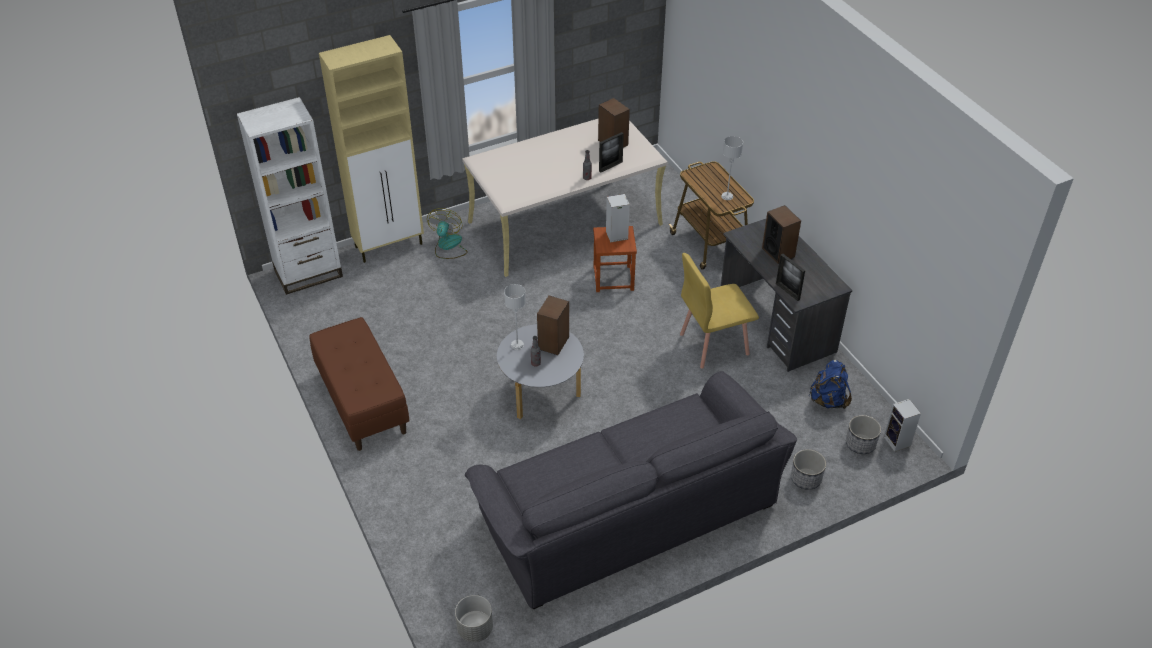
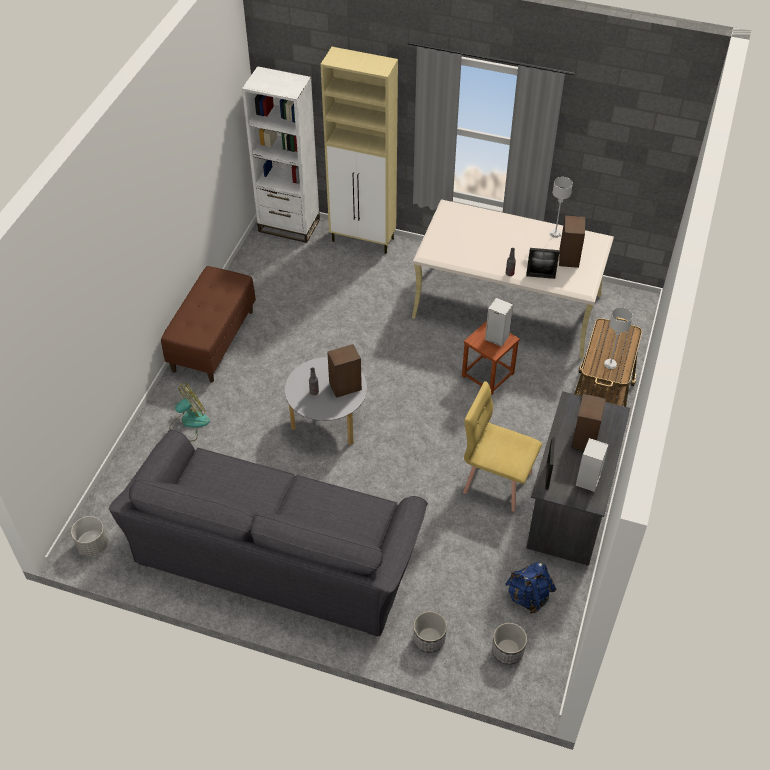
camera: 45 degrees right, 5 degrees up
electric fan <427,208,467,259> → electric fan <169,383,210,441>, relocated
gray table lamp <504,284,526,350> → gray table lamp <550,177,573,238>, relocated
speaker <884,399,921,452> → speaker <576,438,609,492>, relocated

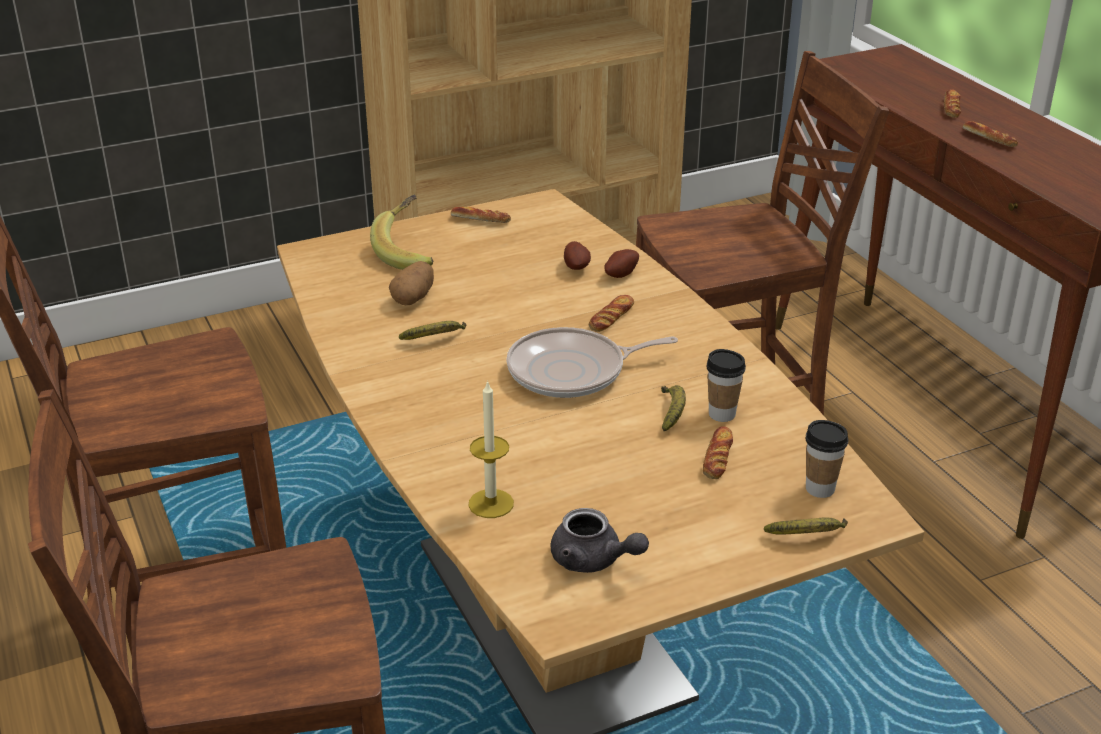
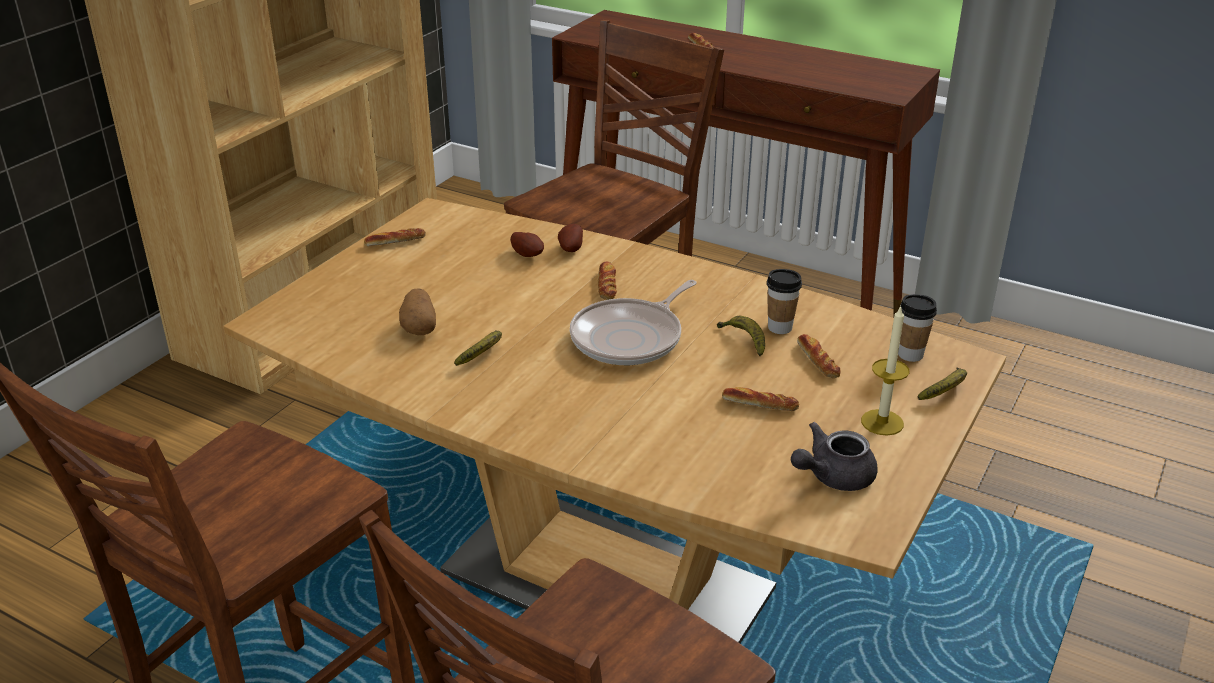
camera: 35 degrees left, 0 degrees up
bread <963,121,1018,147> → bread <722,387,799,411>, relocated
gray teapot <551,508,649,573> → gray teapot <791,422,878,491>, 150 degrees clockwise
wax candle <469,380,514,518> → wax candle <861,305,909,436>, relocated
whole banana <370,195,434,270> → -

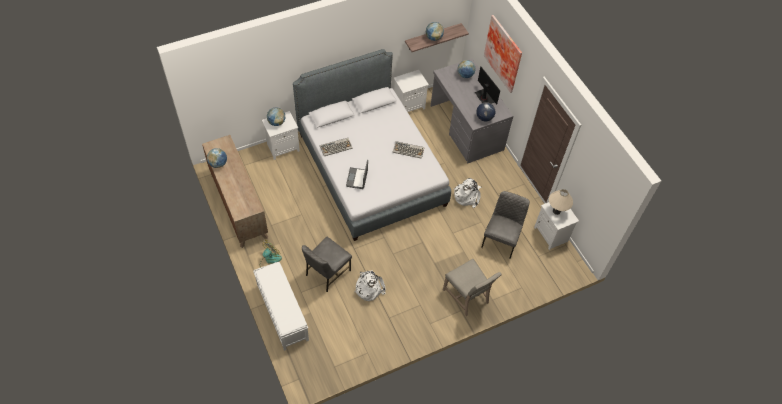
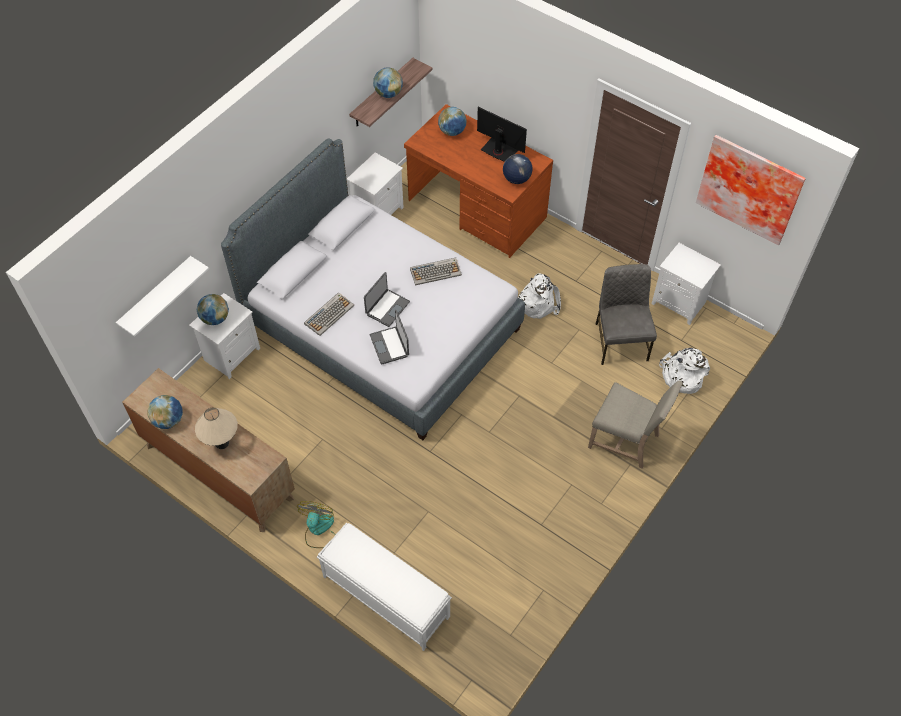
camera: 25 degrees left, 0 degrees up
- → white-coloured wall shelf <116,256,209,337>
sand-coloured table lamp <549,189,573,215> → sand-coloured table lamp <195,408,238,449>, relocated
- → notebook computer <364,272,410,327>
gray desk table <431,58,513,164> → brown desk table <404,104,553,258>
white-coloured backpack <354,270,386,301> → white-coloured backpack <659,348,710,394>, relocated
wall picture <484,15,522,93> → wall picture <696,135,806,245>, relocated
gray chair <302,237,352,292> → -

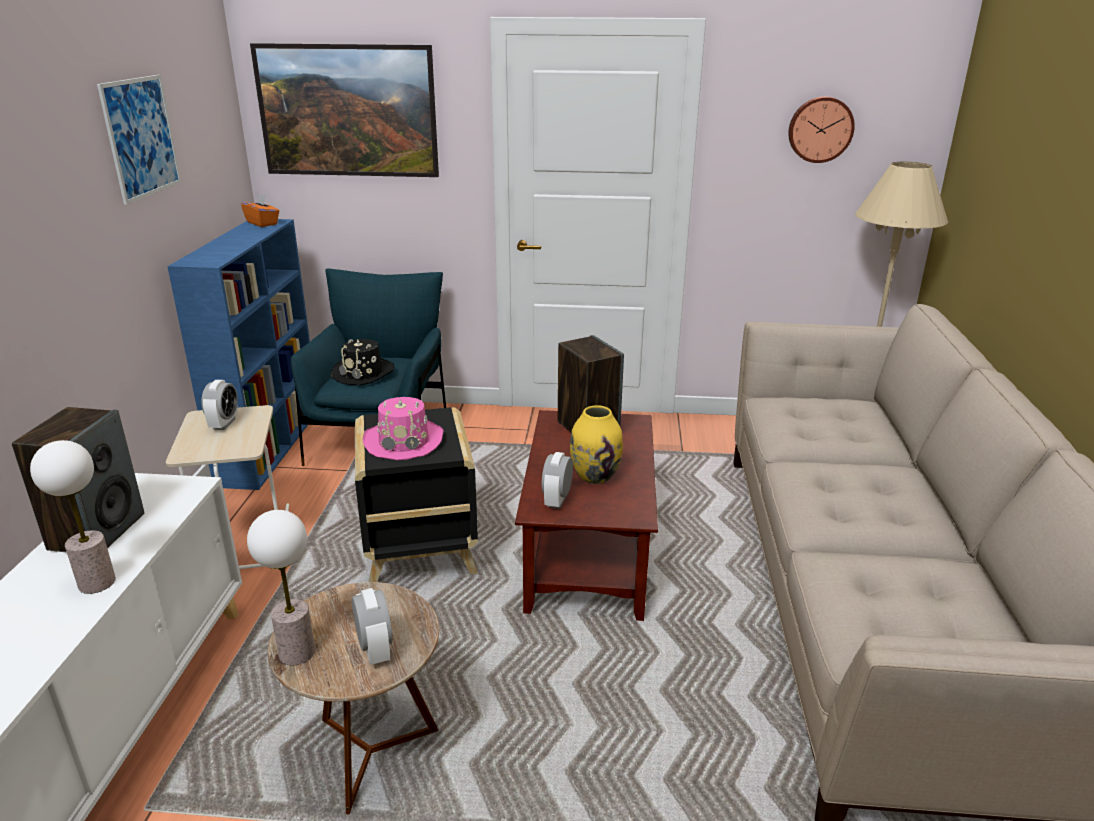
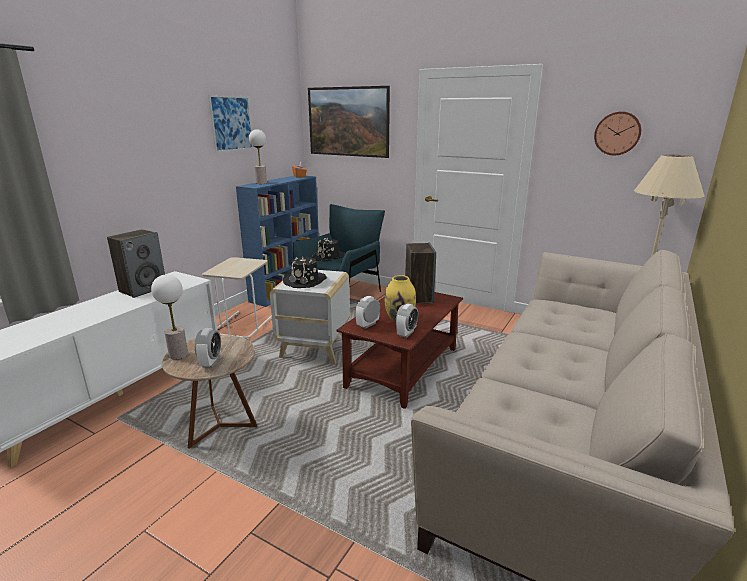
camera: 25 degrees right, 5 degrees down
table lamp <30,440,116,594> → table lamp <249,129,267,184>, relocated
black-coloured side table <355,407,478,582> → white-coloured side table <270,270,350,364>
pink wearable hat <363,397,444,460> → black-coloured wearable hat <283,257,327,288>
bedside clock <201,380,238,430> → bedside clock <396,303,418,338>, relocated

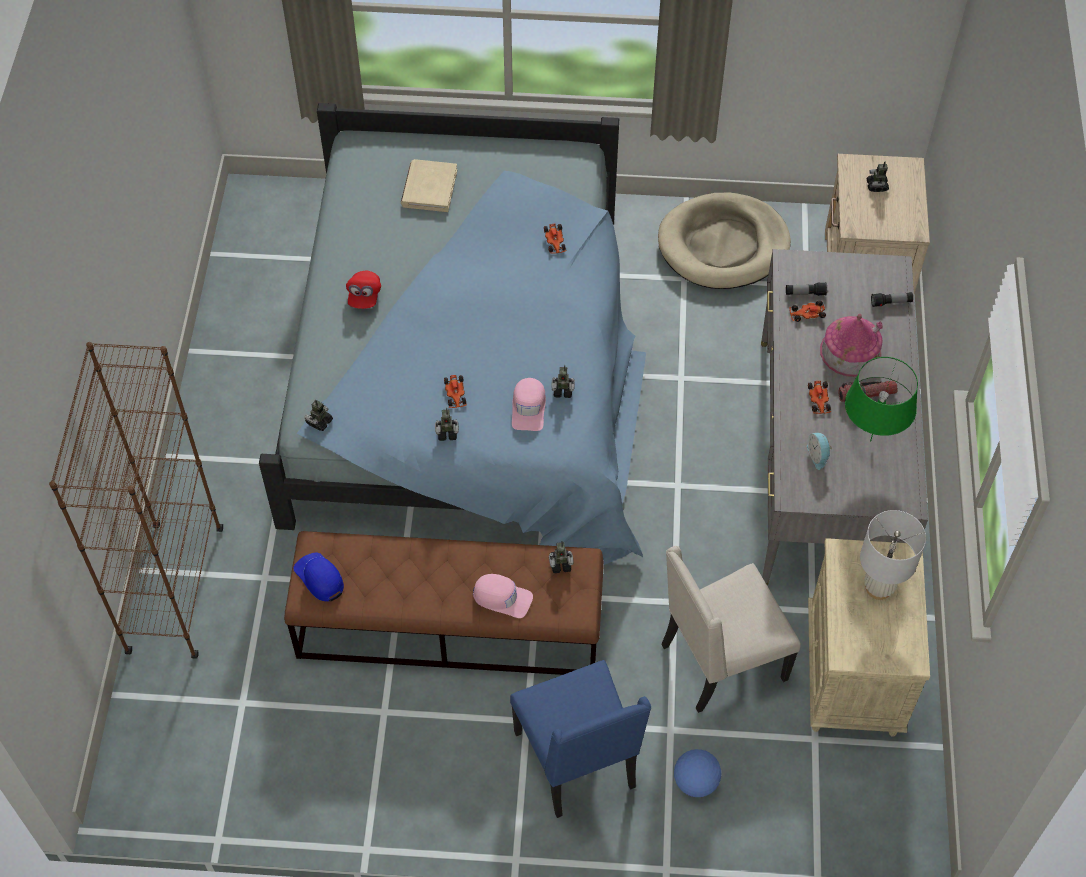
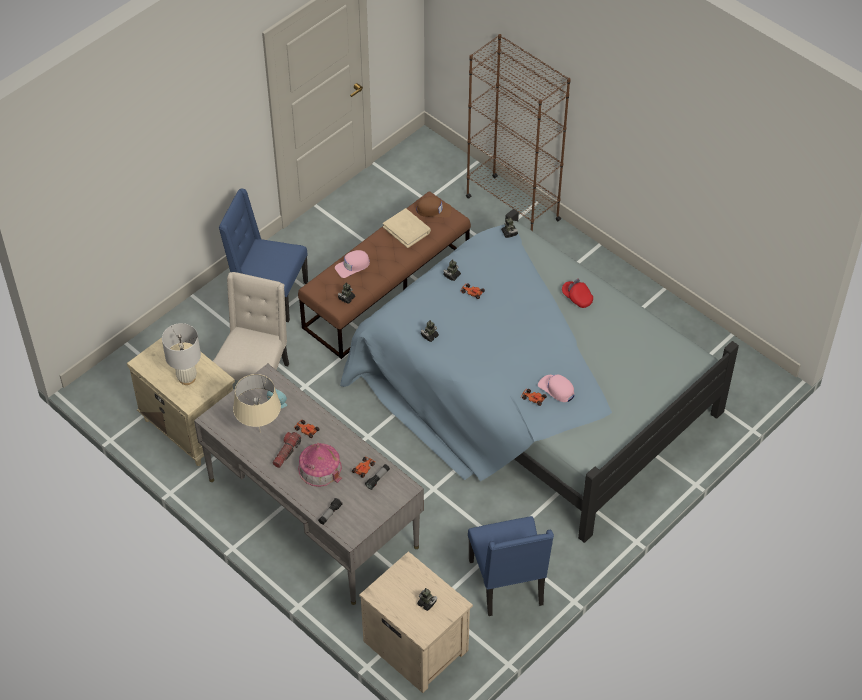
camera: 130 degrees right, 5 degrees down
green-coloured table lamp <845,357,918,442> → sand-coloured table lamp <233,374,281,433>
sand-coloured bound book <401,159,457,212> → sand-coloured bound book <383,208,431,248>, relocated
blue-coloured cap <293,553,344,601> → brown cap <416,196,452,218>
sand-coloured dog bed <658,192,791,289> → blue-coloured chair <468,516,554,616>
pink cap <512,378,546,431> → pink cap <538,375,574,402>, relocated
football ball <674,749,721,797> → -

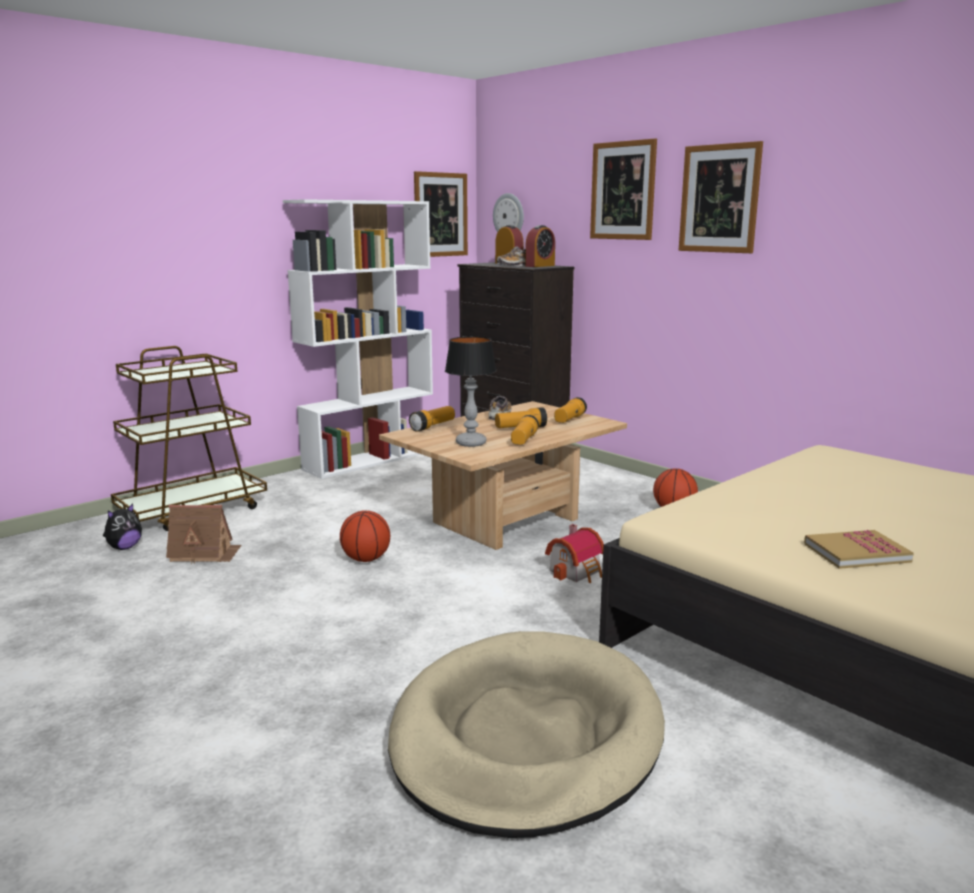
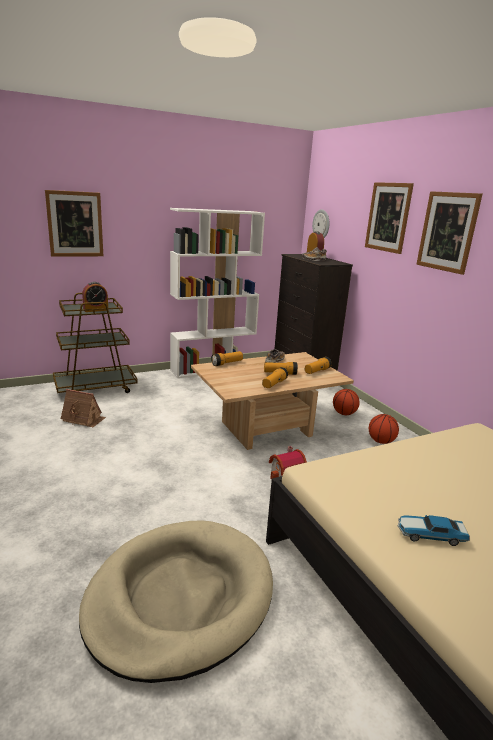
camera: 15 degrees right, 5 degrees up
wall picture <414,171,468,257> → wall picture <45,190,103,257>, relocated
bedside clock <525,225,555,267> → bedside clock <82,282,108,312>, relocated
basketball ball <340,510,390,562> → basketball ball <333,389,360,415>, relocated
bound book <804,530,914,569> → miniature car <398,515,470,546>
plush toy <103,503,142,550> → -
table lamp <445,337,496,447> → -

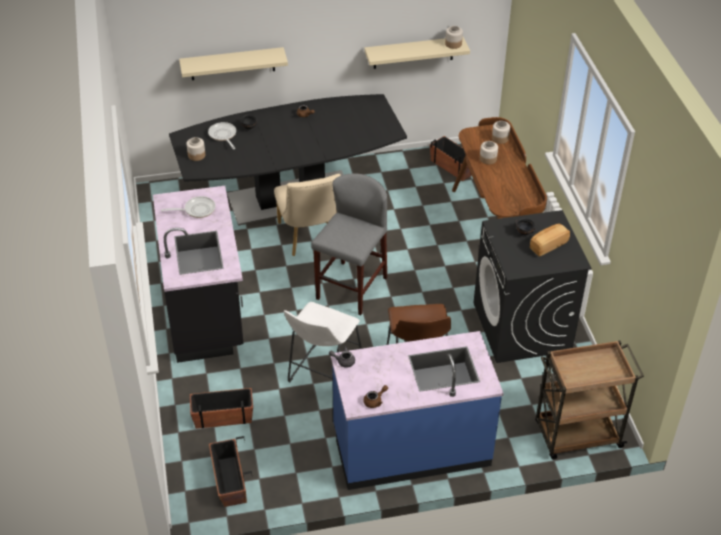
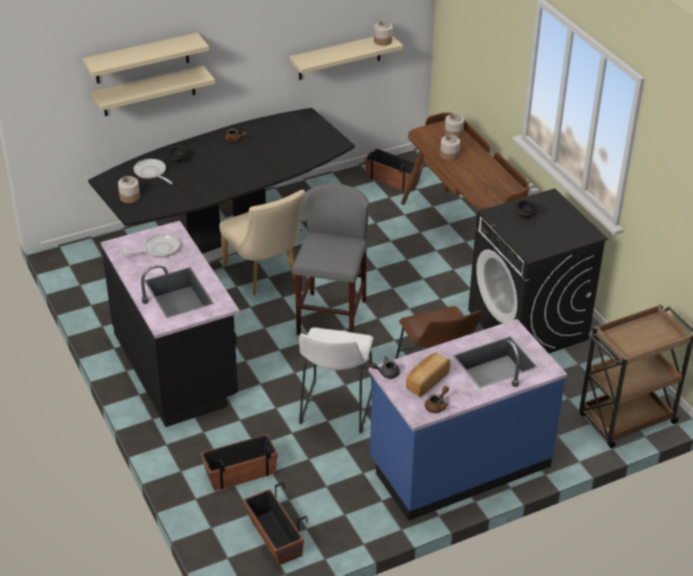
camera: 15 degrees left, 5 degrees down
- → sand-coloured wall shelf <82,33,209,84>
bread <530,224,570,257> → bread <406,353,450,397>, relocated

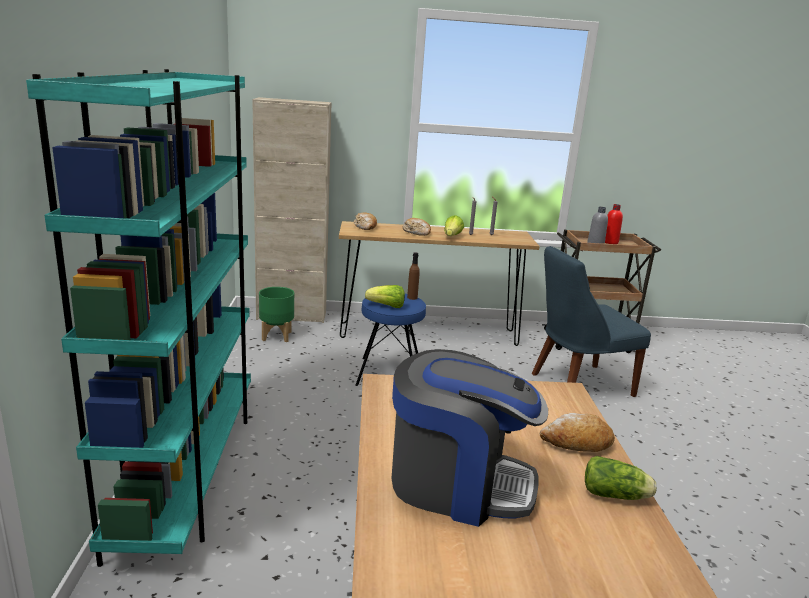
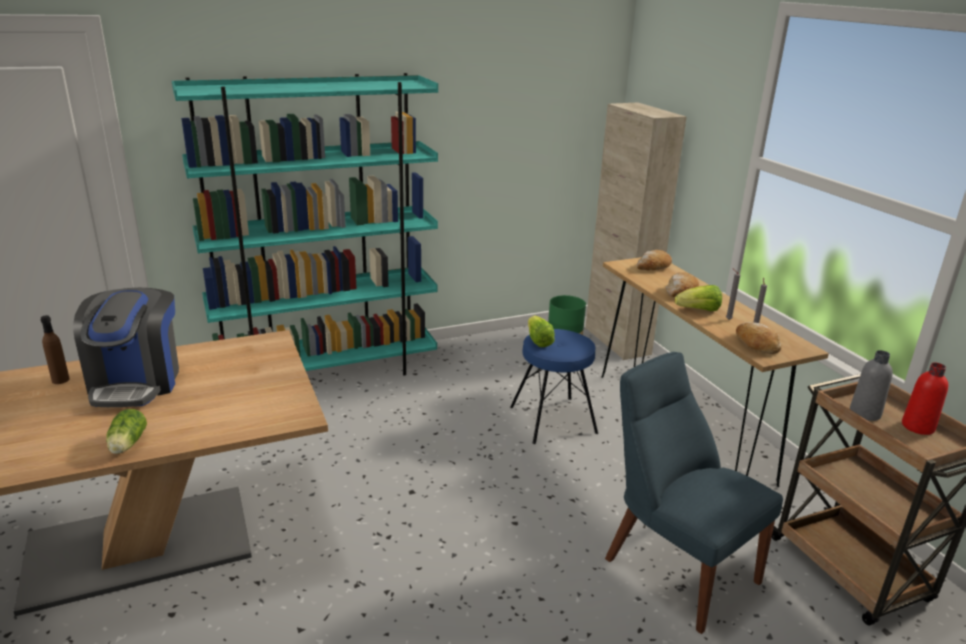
camera: 70 degrees right, 5 degrees up
brown drink bottle <407,252,420,300> → brown drink bottle <41,315,70,384>, relocated
bread <540,413,615,452> → bread <736,322,782,354>, relocated

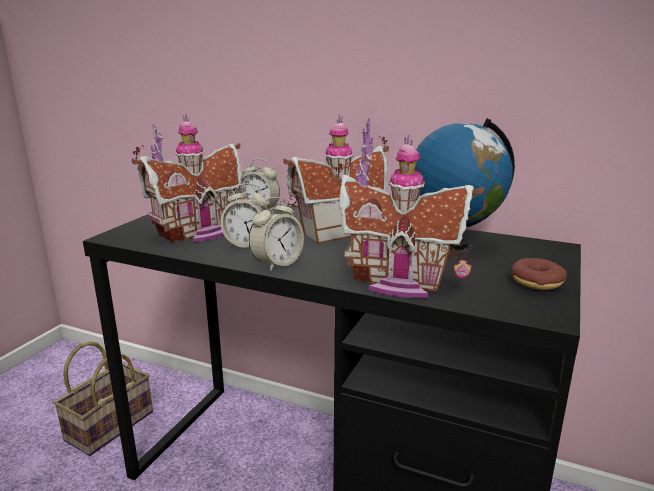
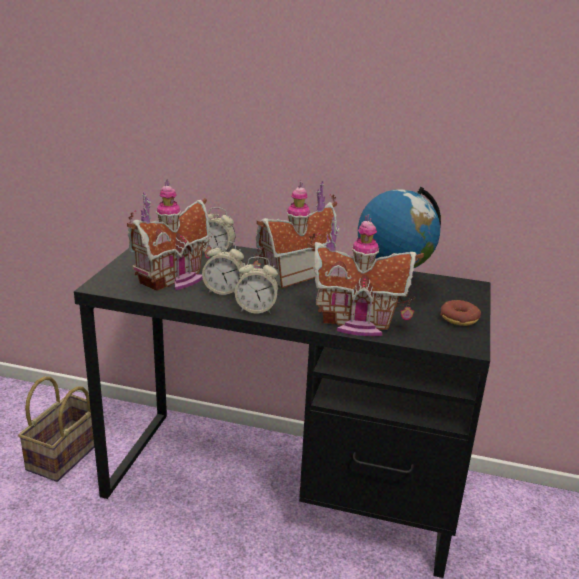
camera: 10 degrees left, 5 degrees up
bedside clock <248,197,304,272> → bedside clock <235,257,278,314>, 60 degrees clockwise

